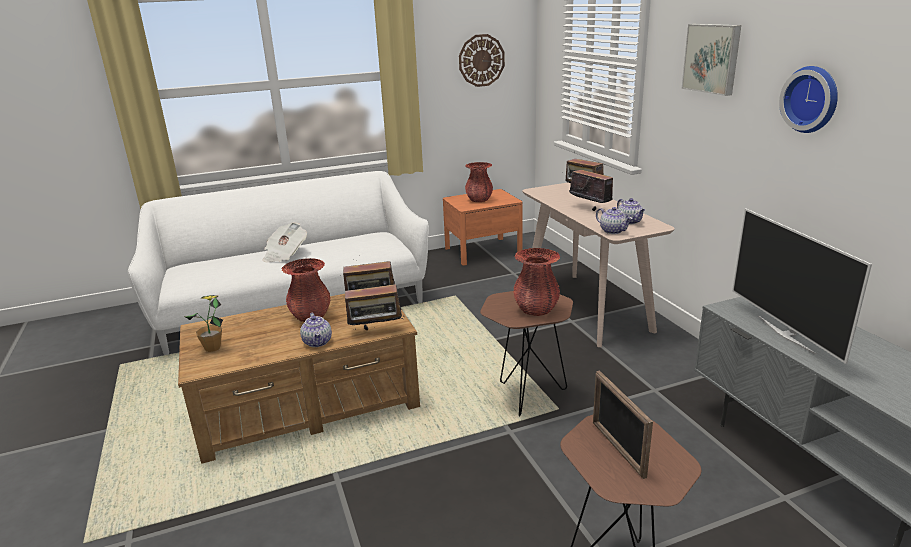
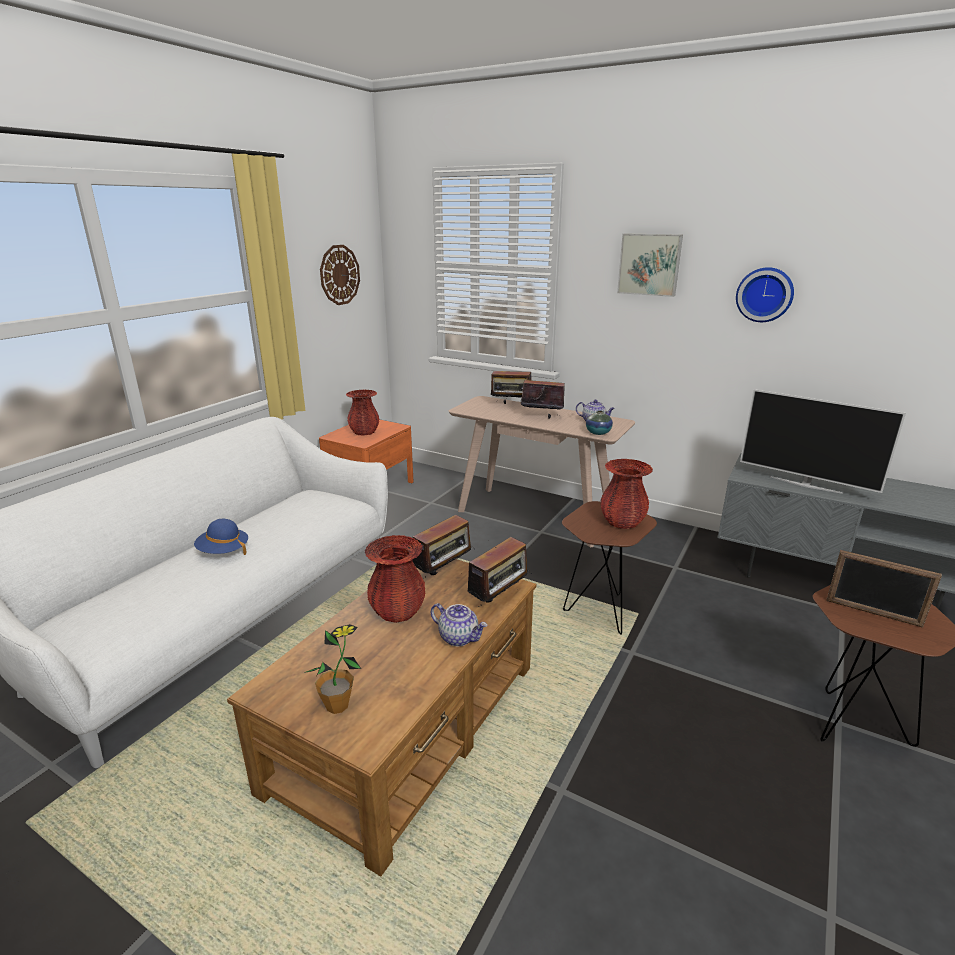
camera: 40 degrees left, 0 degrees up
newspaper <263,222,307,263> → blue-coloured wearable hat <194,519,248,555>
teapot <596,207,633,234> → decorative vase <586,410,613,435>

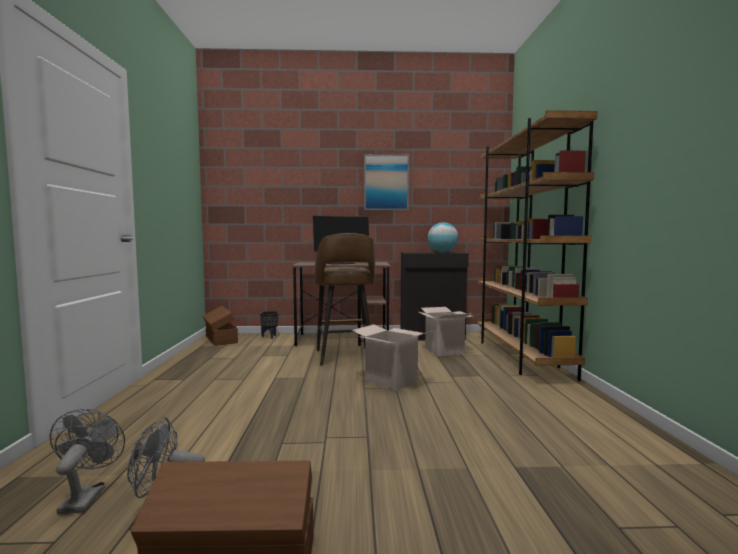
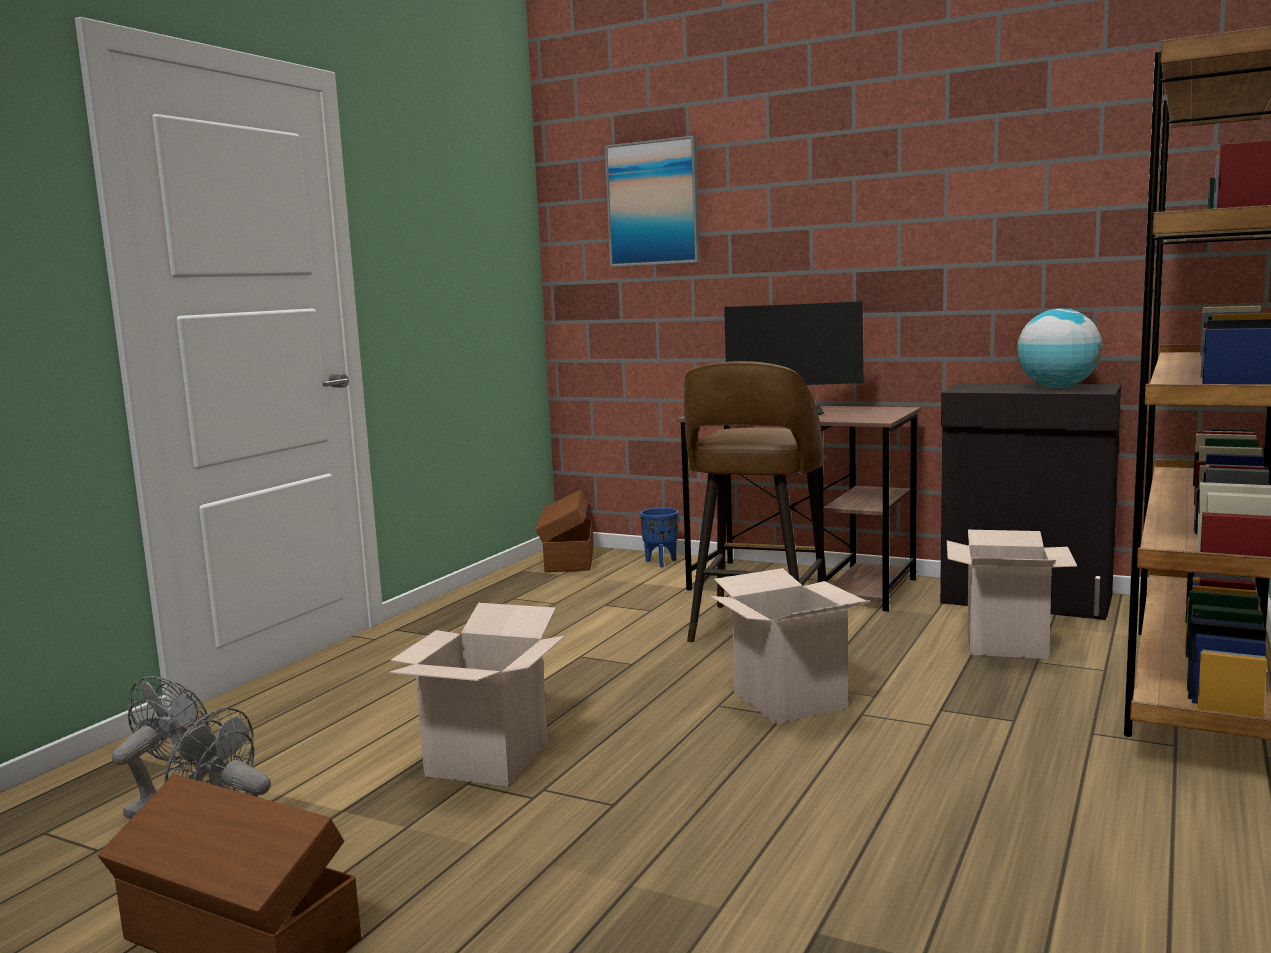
camera: 30 degrees right, 5 degrees up
- → carton <389,603,565,786>
wall picture <364,154,409,210> → wall picture <605,136,700,267>, relocated
black-coloured plant pot <260,311,279,339> → blue-coloured plant pot <640,508,679,567>

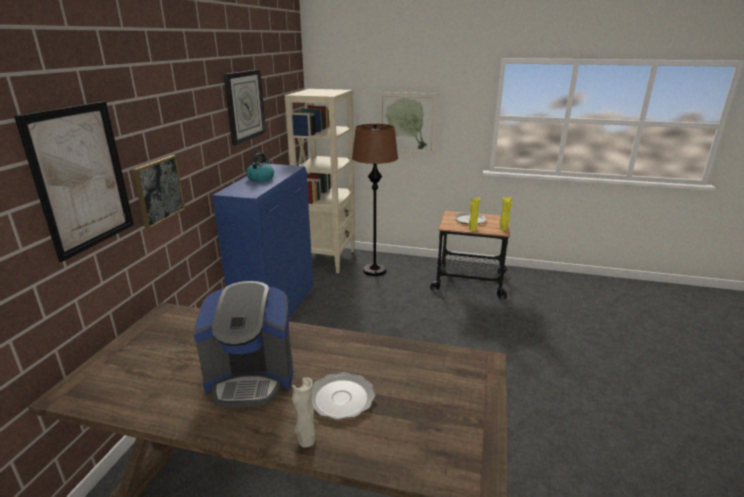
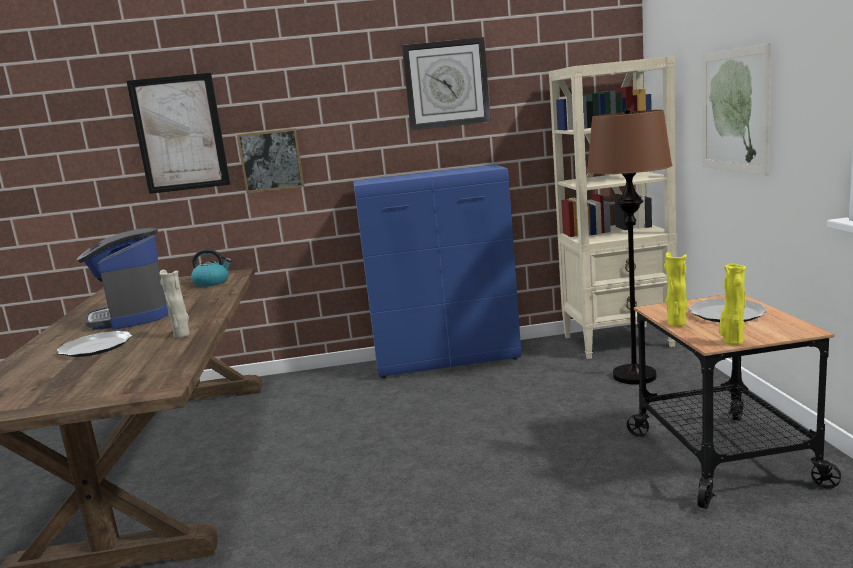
camera: 70 degrees right, 10 degrees down
sand-coloured decorative vase <292,377,315,448> → sand-coloured decorative vase <159,270,190,338>, relocated
water kettle <246,153,274,182> → water kettle <191,249,232,287>, relocated

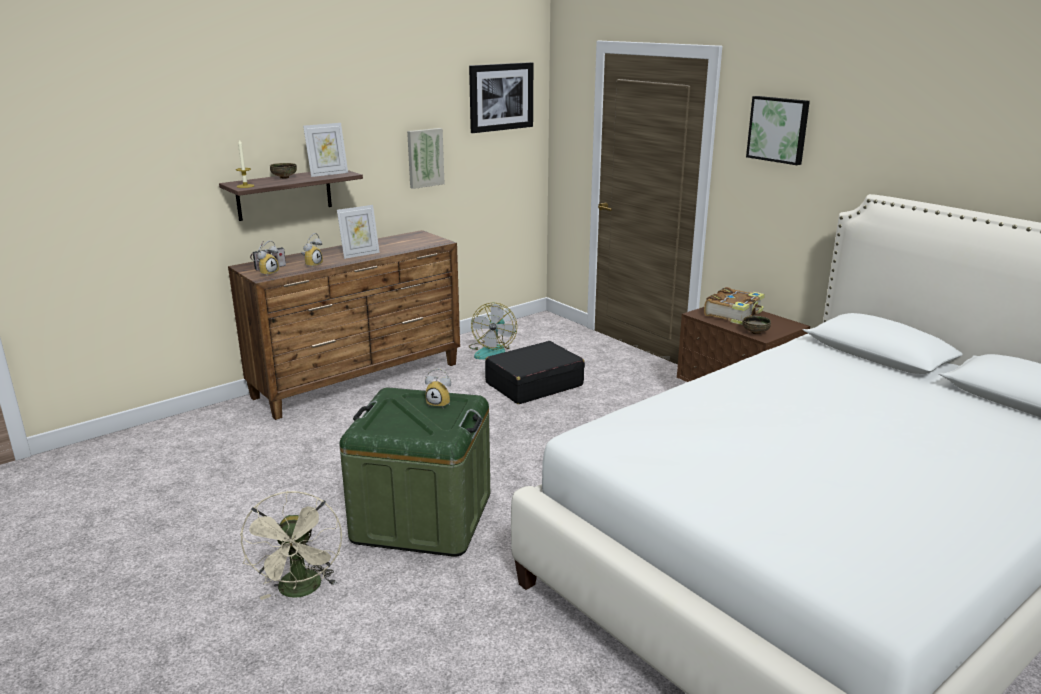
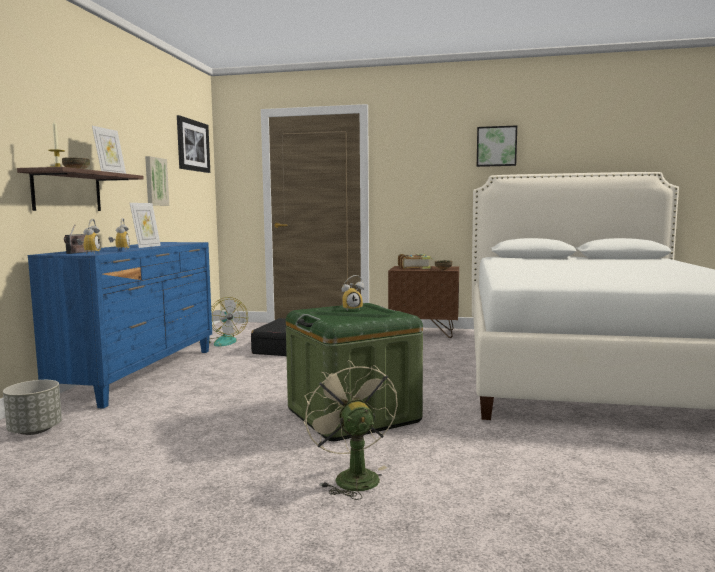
camera: 40 degrees left, 15 degrees down
- → gray plant pot <3,380,62,435>
brown dresser <228,230,460,420> → blue-coloured dresser <28,242,212,409>
sand-coloured electric fan <240,491,342,600> → sand-coloured electric fan <304,360,398,500>, 150 degrees counterclockwise
wall picture <746,96,810,165> → wall picture <477,125,517,167>, relocated

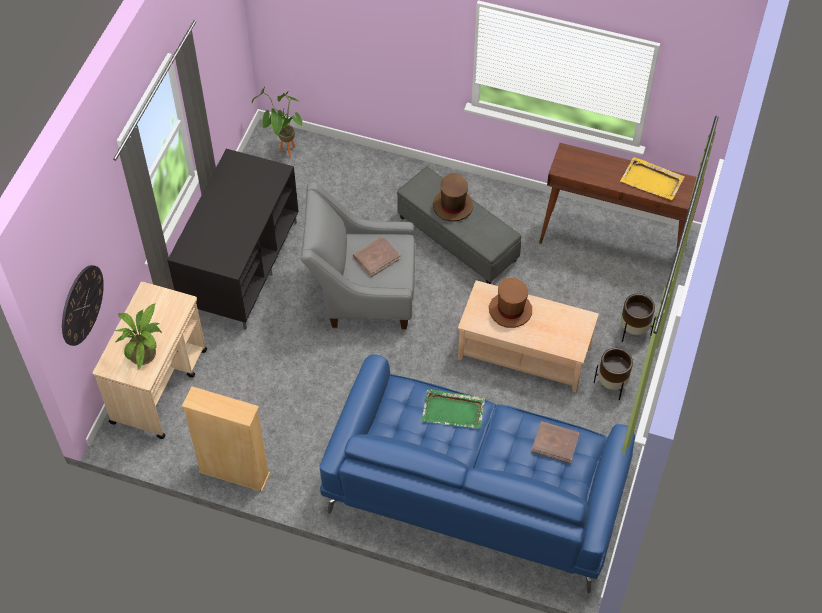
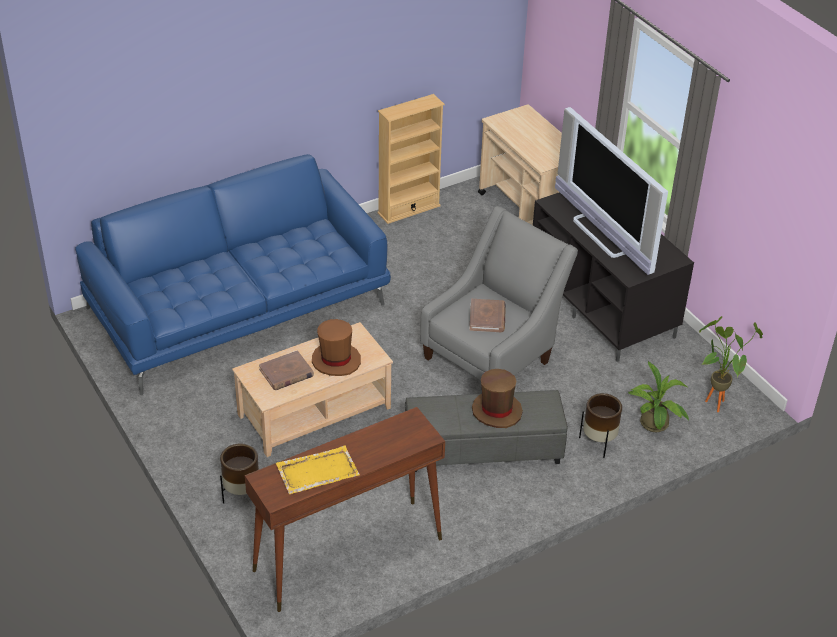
camera: 130 degrees right, 15 degrees down
brown bound book <532,421,579,463> → brown bound book <259,350,314,390>, relocated
- → TV <555,107,668,275>
brown plant pot <594,348,633,400> → brown plant pot <579,393,622,458>, relocated
plant in a pot <114,303,162,369> → plant in a pot <628,361,689,432>, relocated
hanging clock <62,265,104,346> → -
green-coloured serving tray <421,389,485,429> → -

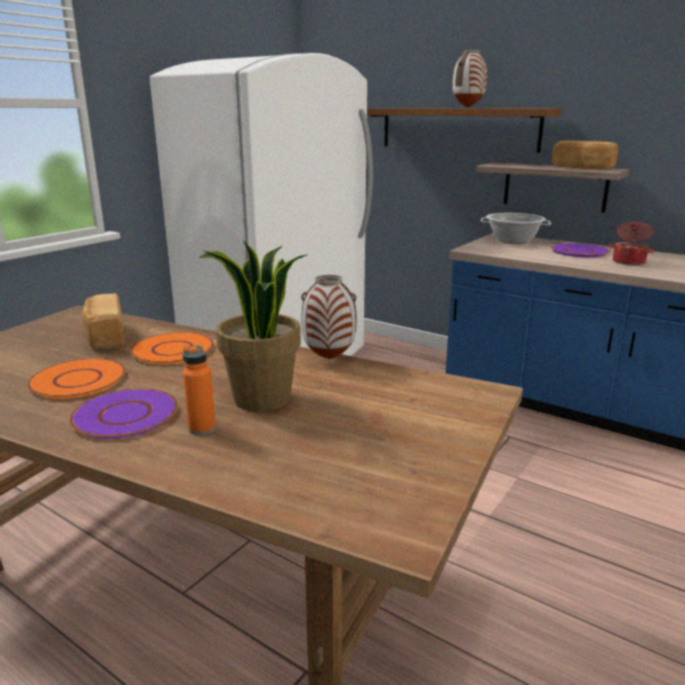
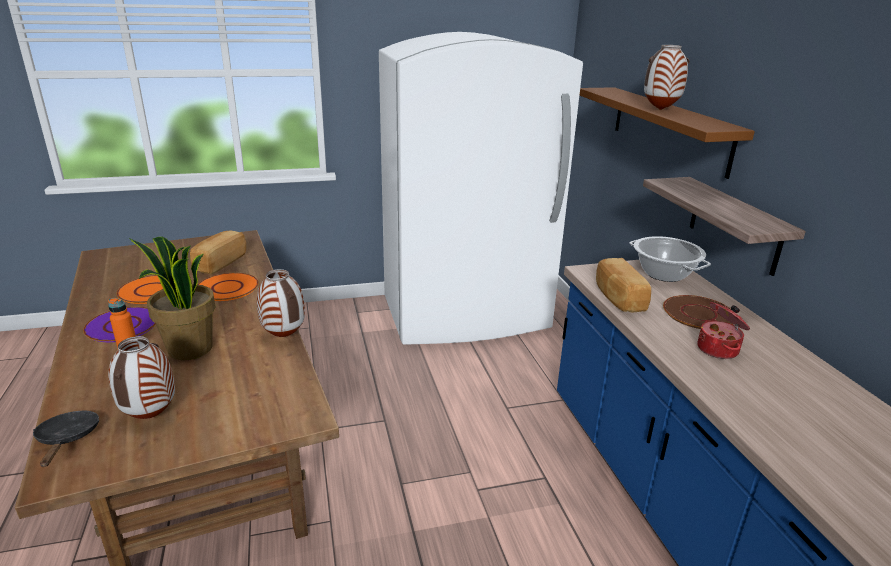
camera: 40 degrees right, 5 degrees up
- → black-coloured skillet <33,411,99,467>
- → decorative vase <108,336,175,419>
bread <552,141,618,170> → bread <596,258,651,313>, relocated
purplish flat dish <550,243,609,257> → brown flat dish <663,295,733,329>

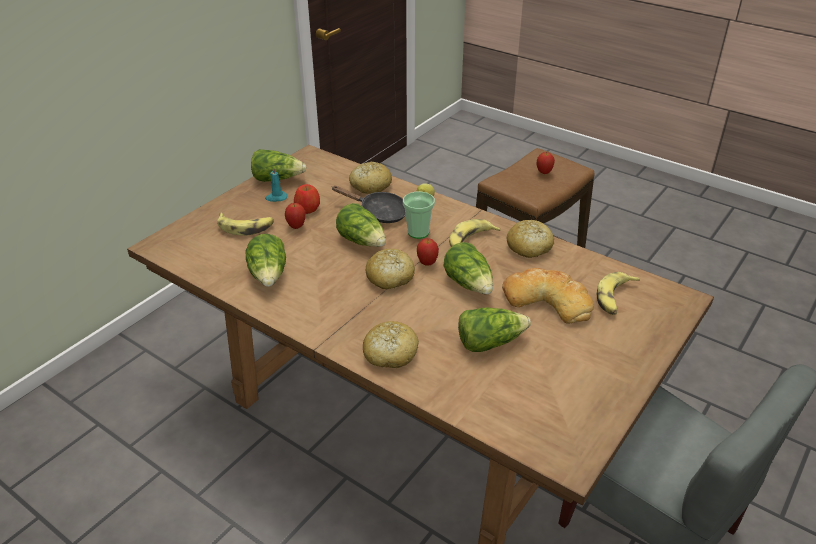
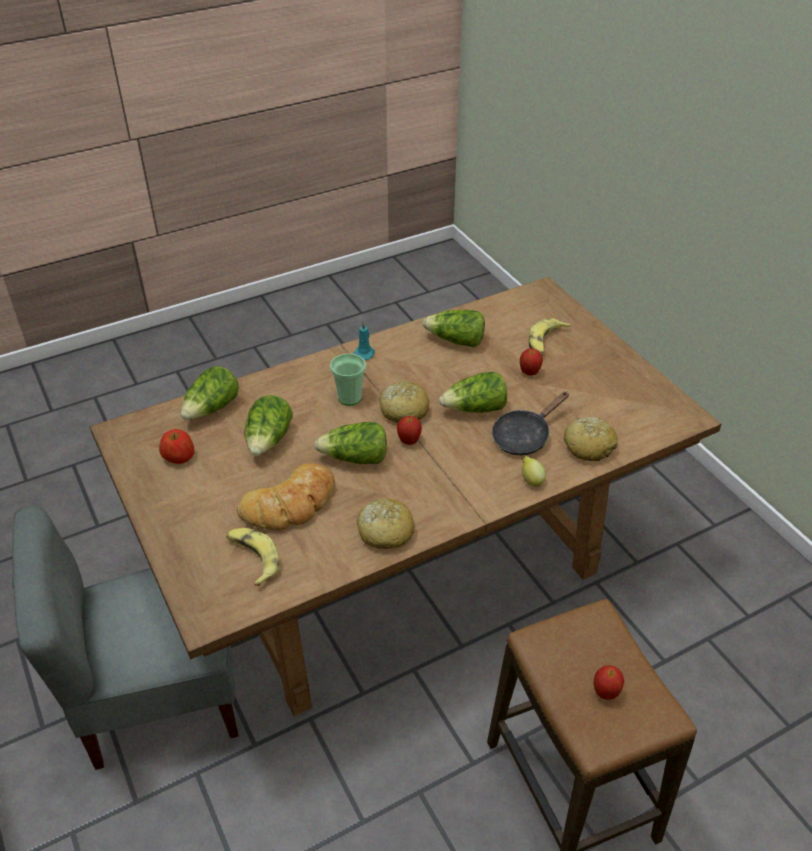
camera: 115 degrees right, 5 degrees up
apple <294,184,320,214> → apple <159,429,194,464>, relocated
lettuce head <251,149,306,182> → lettuce head <181,367,239,420>, relocated
small cup <403,192,435,239> → small cup <330,354,366,405>, relocated
blue-green wax candle <265,166,287,202> → blue-green wax candle <353,321,375,360>, relocated
bread <363,321,419,368> → -
whole banana <449,219,501,247> → -

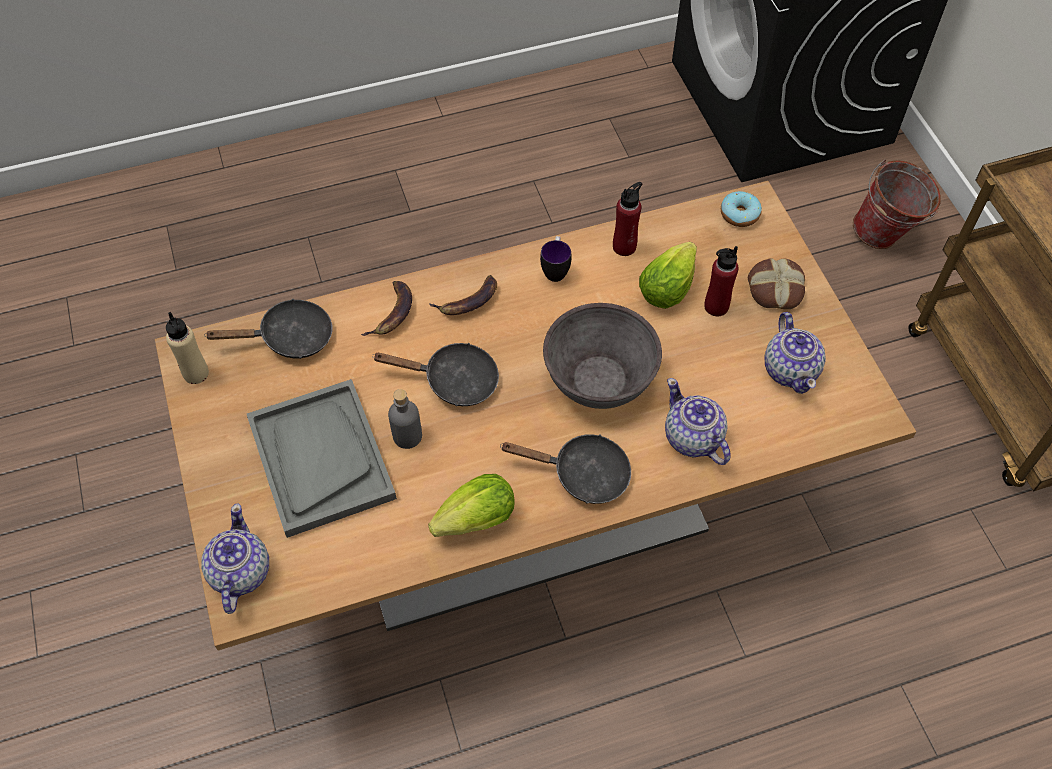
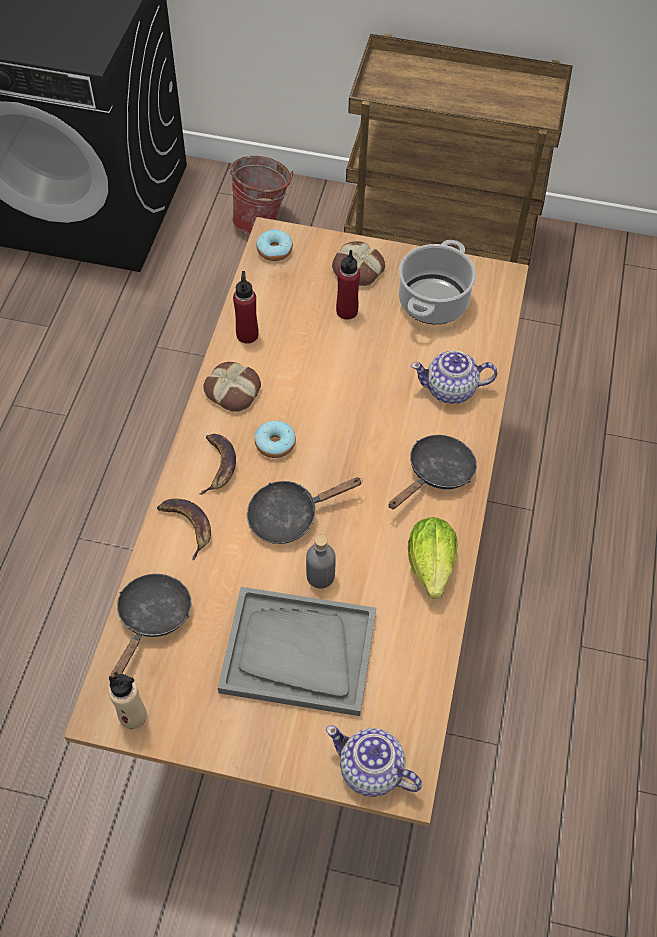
camera: 60 degrees left, 0 degrees up
mug <540,236,571,282> → bread <203,362,261,412>
black-coloured skillet <372,343,499,406> → black-coloured skillet <247,477,363,544>, 150 degrees counterclockwise
- → doughnut <255,420,296,458>
teapot <764,312,826,394> → saucepot <399,240,476,324>
gray deep dish <543,303,662,409> → -
lettuce head <639,242,697,309> → -

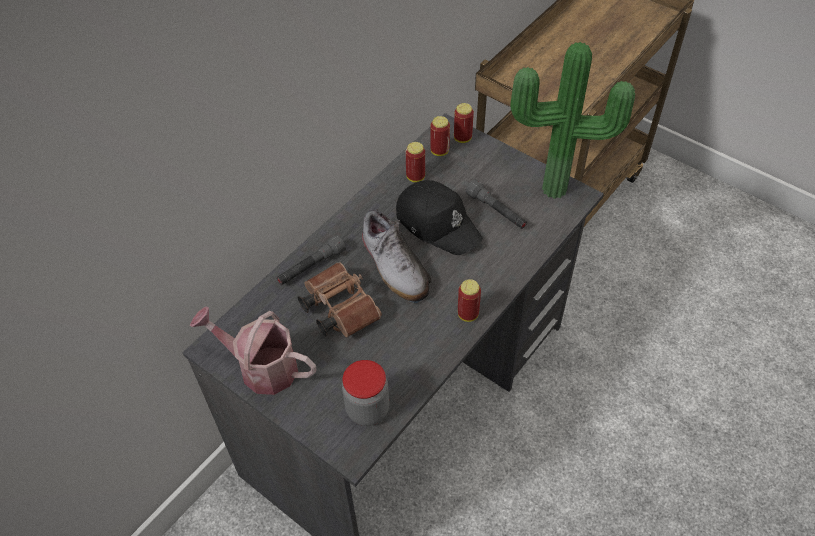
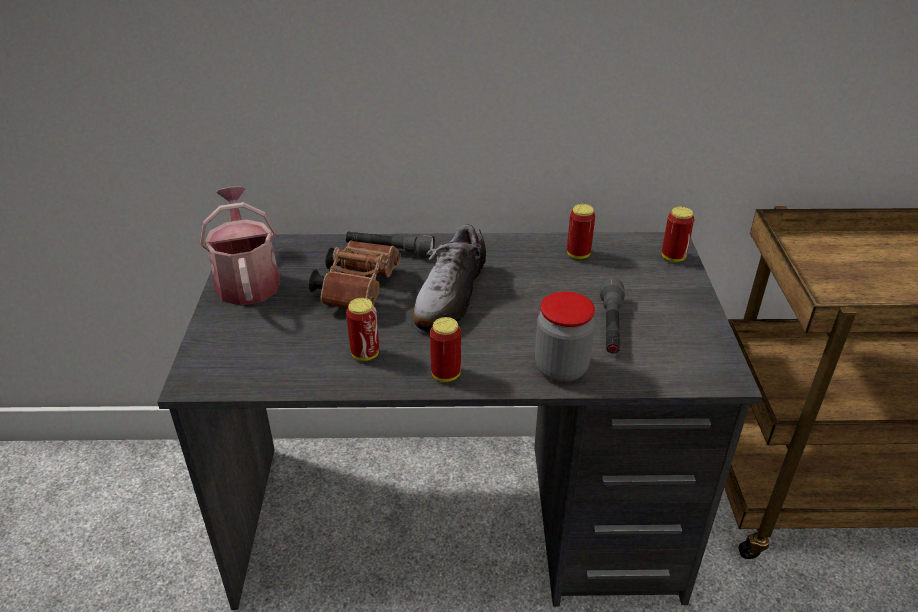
camera: 50 degrees right, 15 degrees down
metal can <430,116,450,156> → metal can <346,298,379,361>, relocated
preserve jar <342,360,389,426> → preserve jar <535,291,595,382>, relocated
black-coloured cap <396,180,483,255> → -
plant in a pot <510,42,635,199> → -

